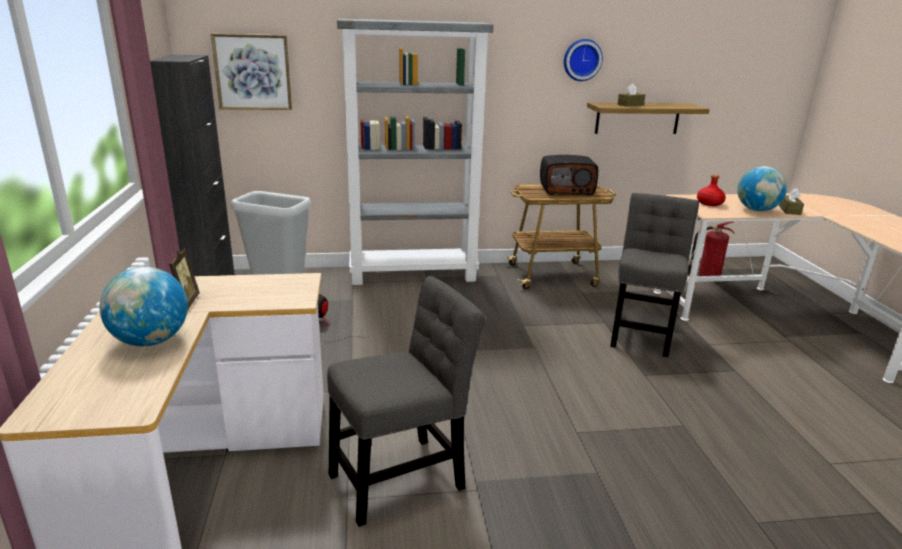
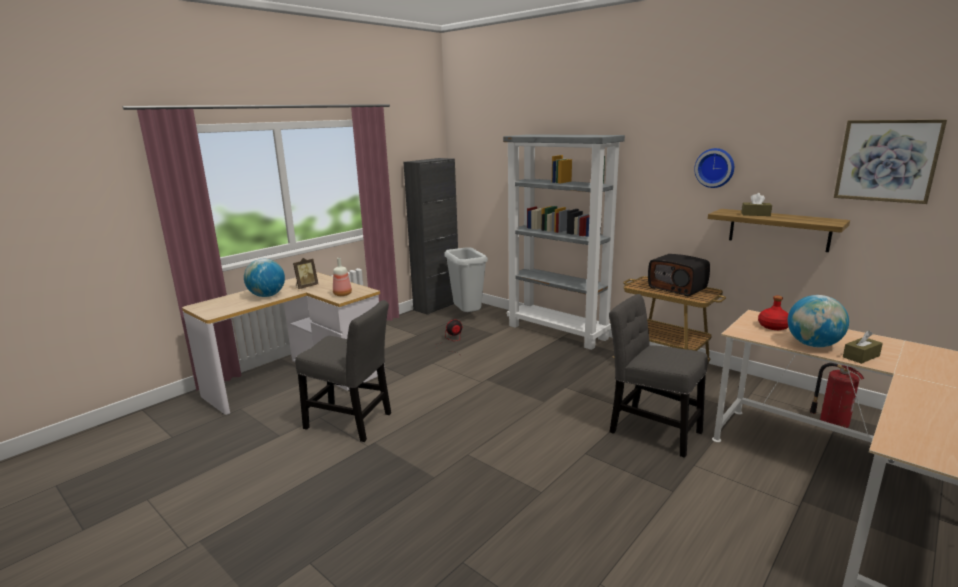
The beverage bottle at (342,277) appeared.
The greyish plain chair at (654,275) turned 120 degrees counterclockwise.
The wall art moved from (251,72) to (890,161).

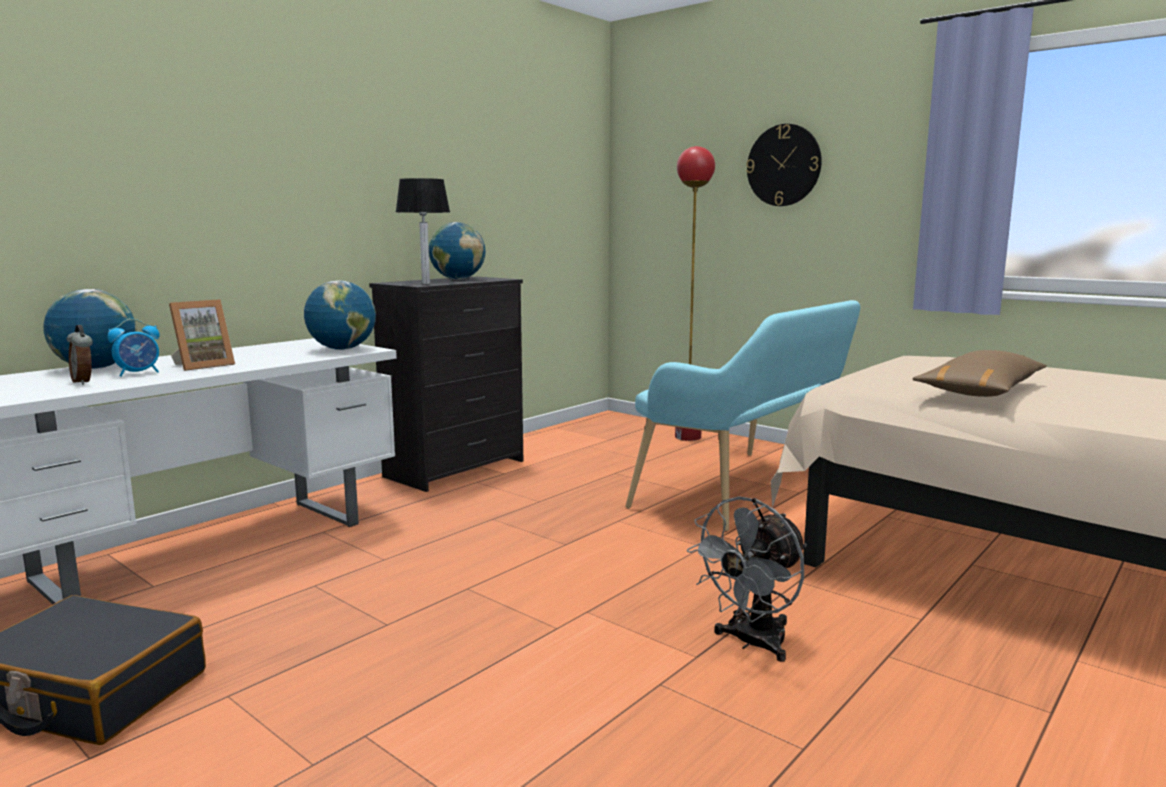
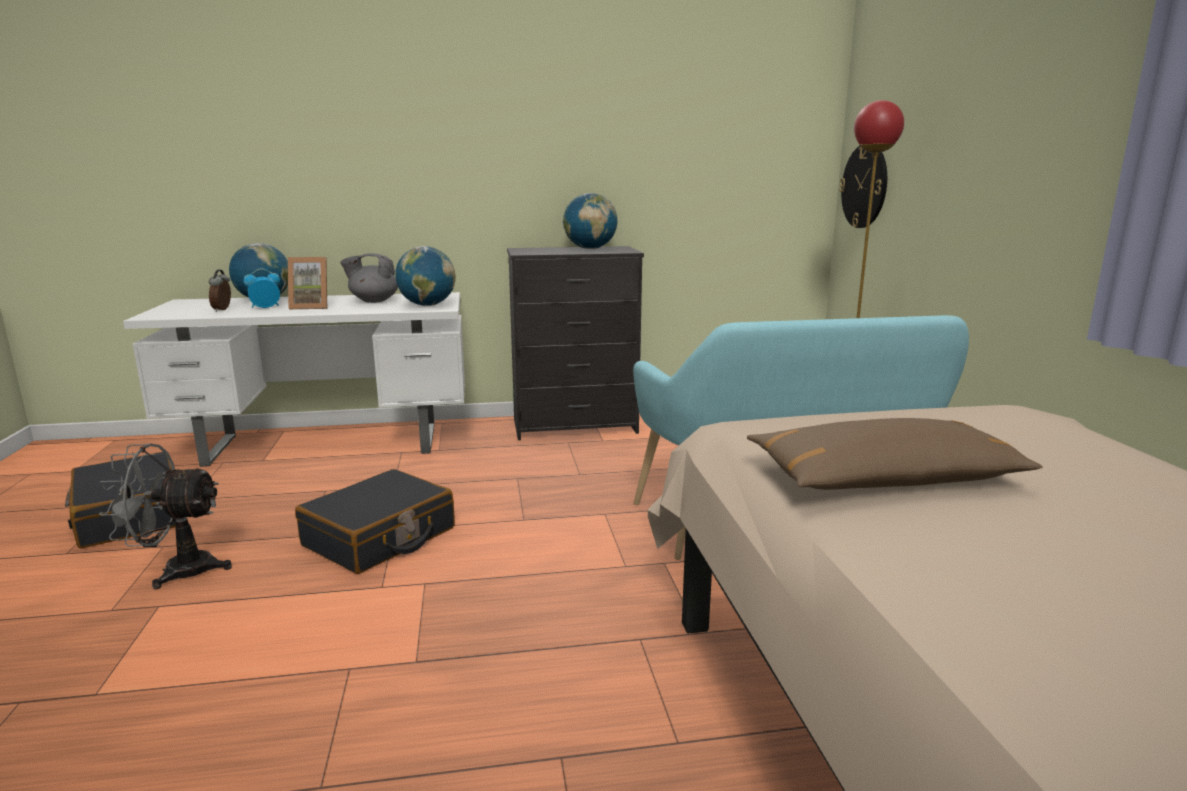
The greyish fan moved from (747,579) to (165,517).
The table clock at (134,348) turned 150 degrees clockwise.
The black travel case at (375,521) appeared.
The greyish teapot at (369,278) appeared.
The wall clock moved from (784,165) to (863,187).
The table lamp at (423,231) disappeared.

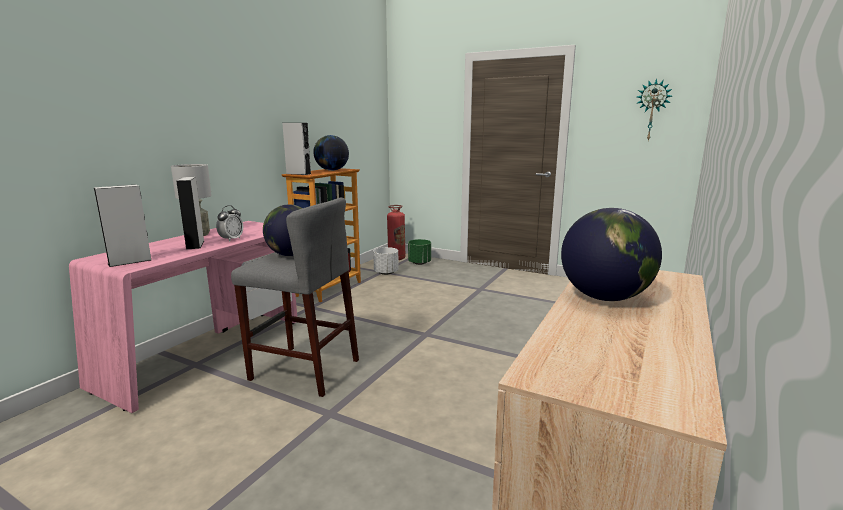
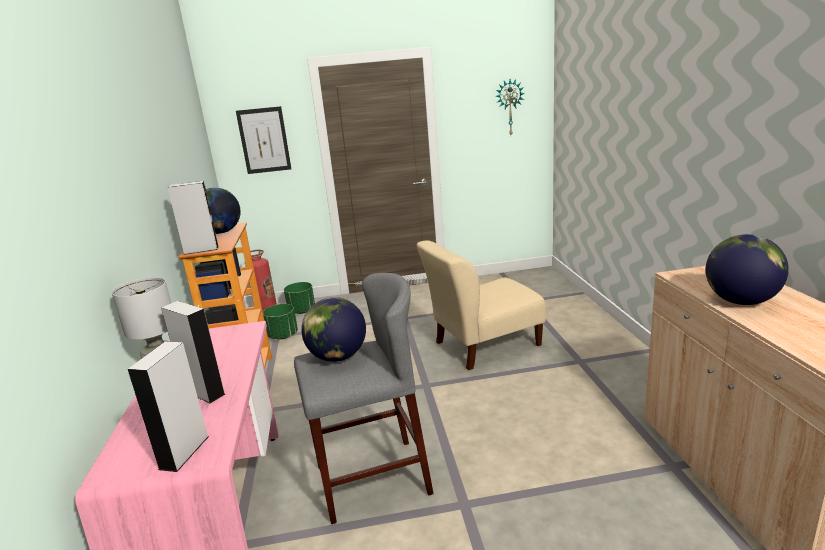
The wall art at (263,140) appeared.
The white-coloured planter at (386,261) became the green planter at (280,321).
The beige plain chair at (481,305) appeared.
The table clock at (229,223) disappeared.

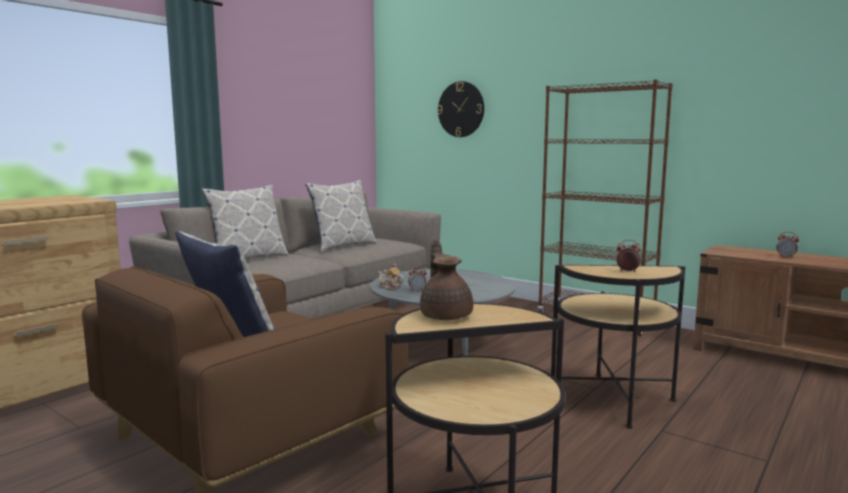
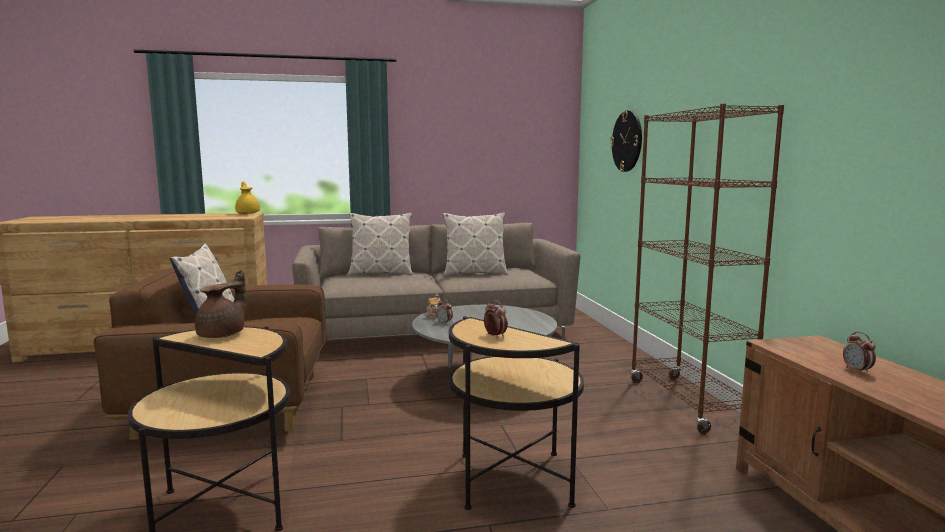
The yellow teapot at (247,197) appeared.

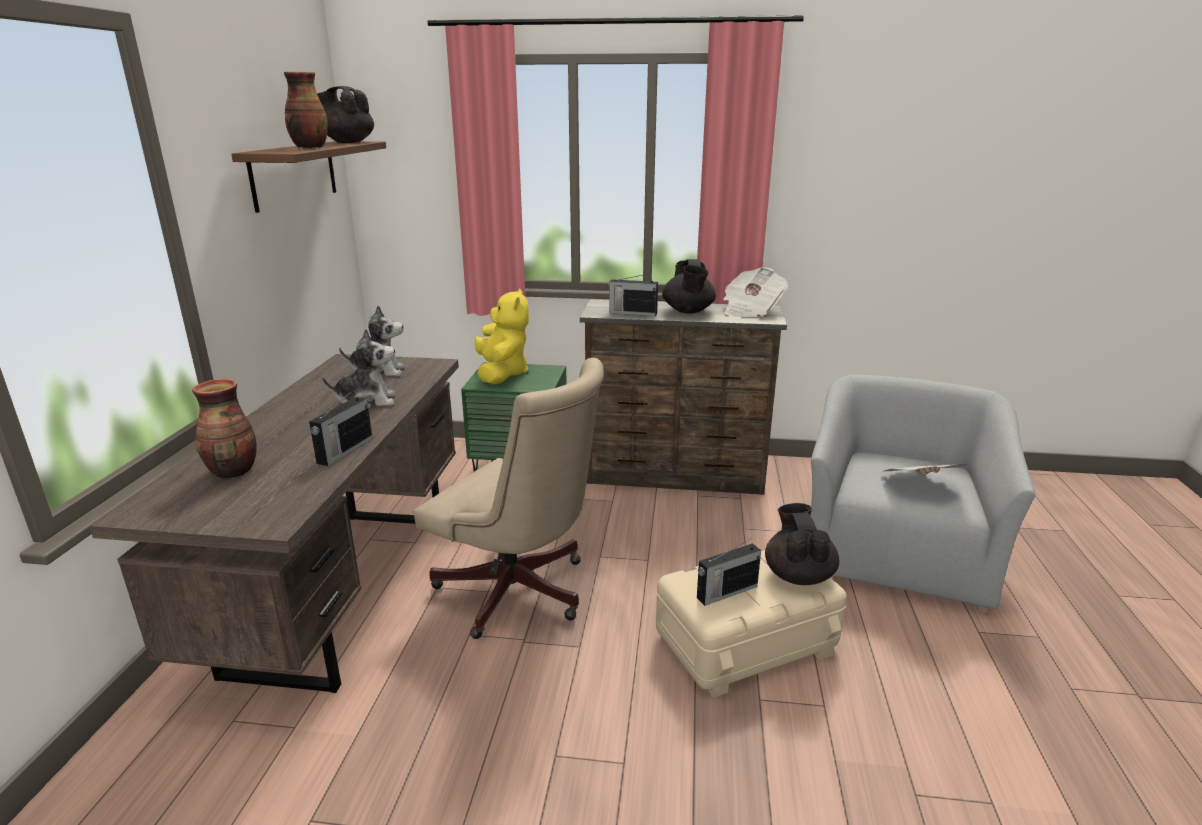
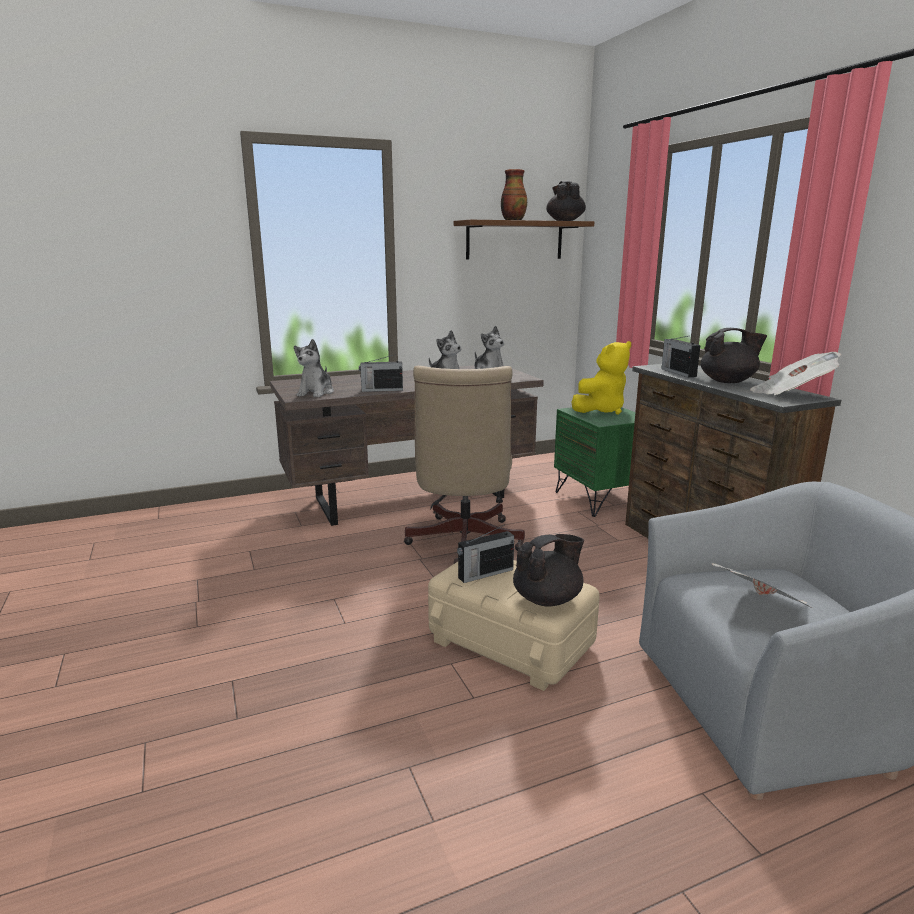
The soft toy at (314,368) appeared.
The radio at (729,572) turned 60 degrees counterclockwise.
The black teapot at (689,286) turned 150 degrees counterclockwise.
The vase at (224,428) disappeared.

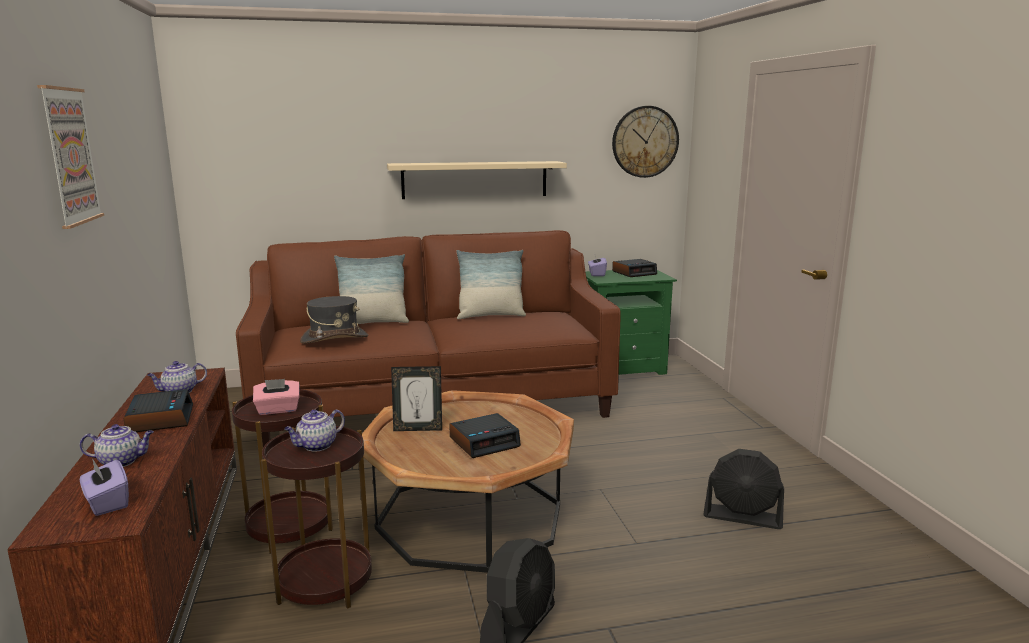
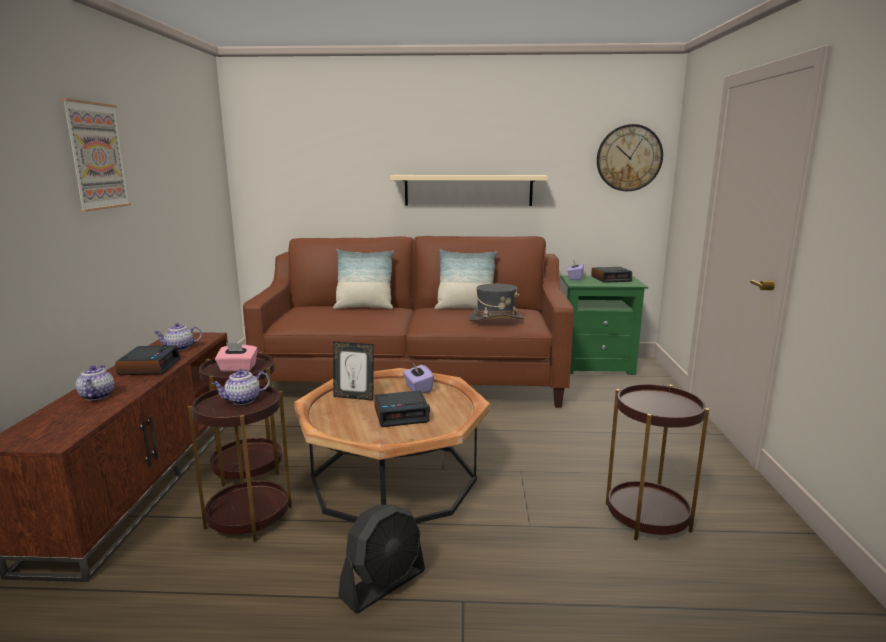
The teapot at (117,445) turned 105 degrees counterclockwise.
The purple box of tissues moved from (104,487) to (418,378).
The greyish wearable hat moved from (334,320) to (496,302).
The black fan at (743,489) was replaced by the brown-coloured accent table at (657,462).

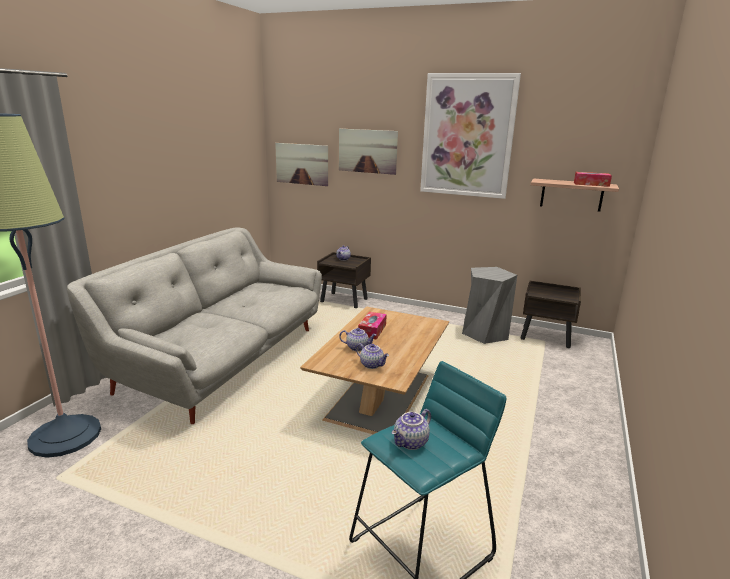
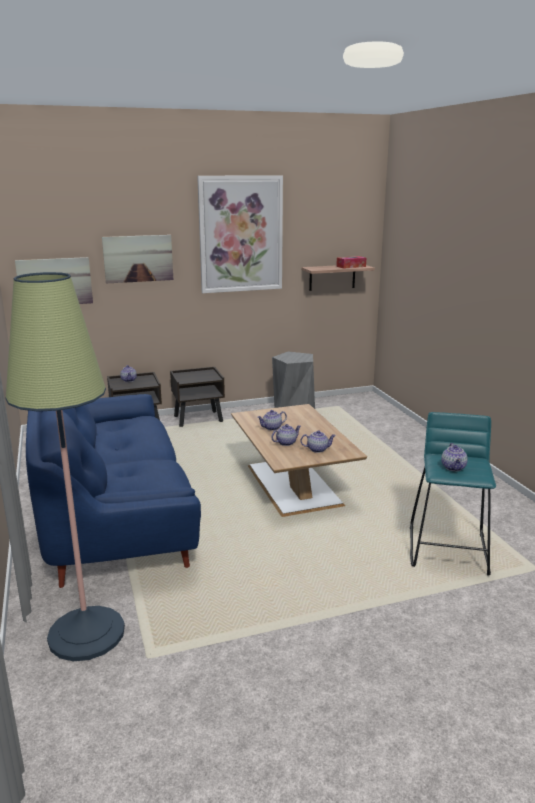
The greyish settee at (194,325) became the bluish settee at (113,491).
The brown-coloured bedside table moved from (550,314) to (197,397).
The box of tissues at (372,326) was replaced by the teapot at (272,420).

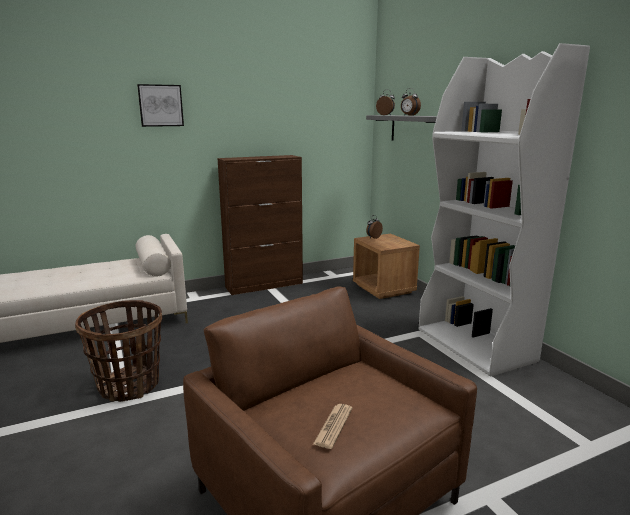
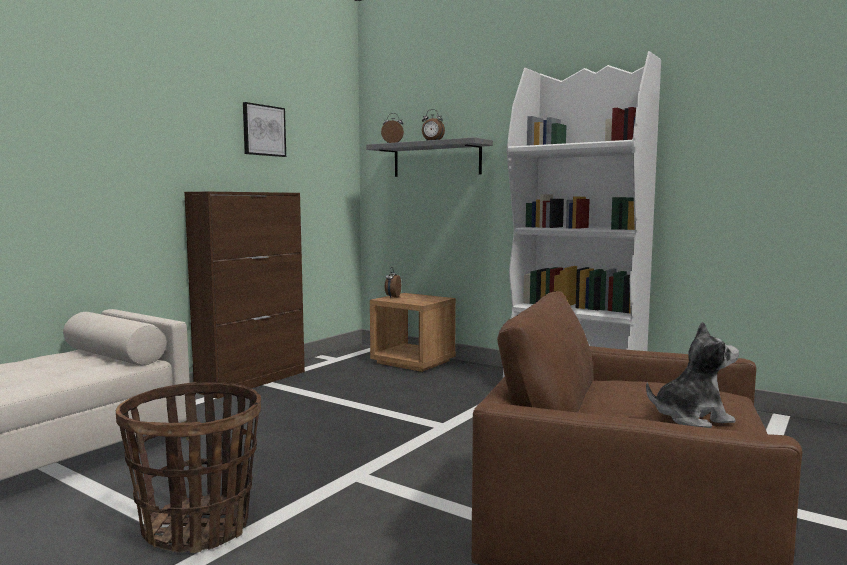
The wall art moved from (160,105) to (264,129).
The daily paper at (333,426) was replaced by the soft toy at (692,374).

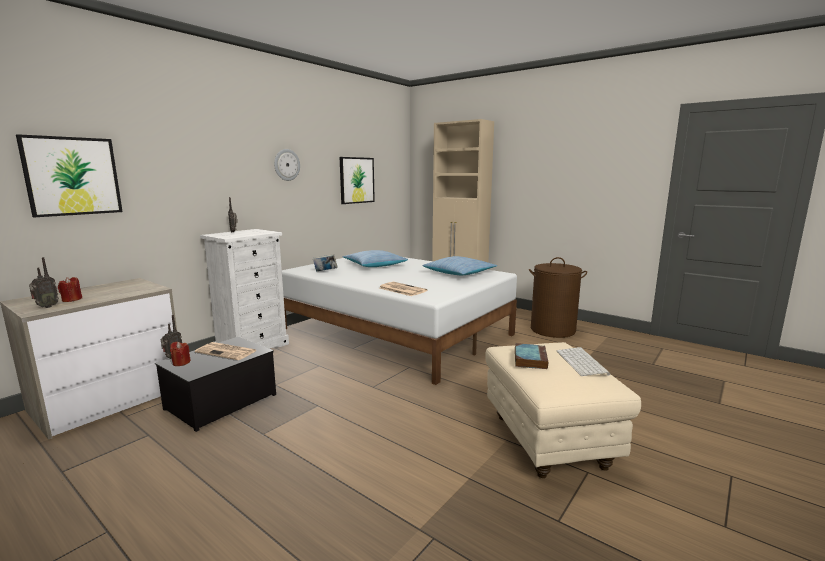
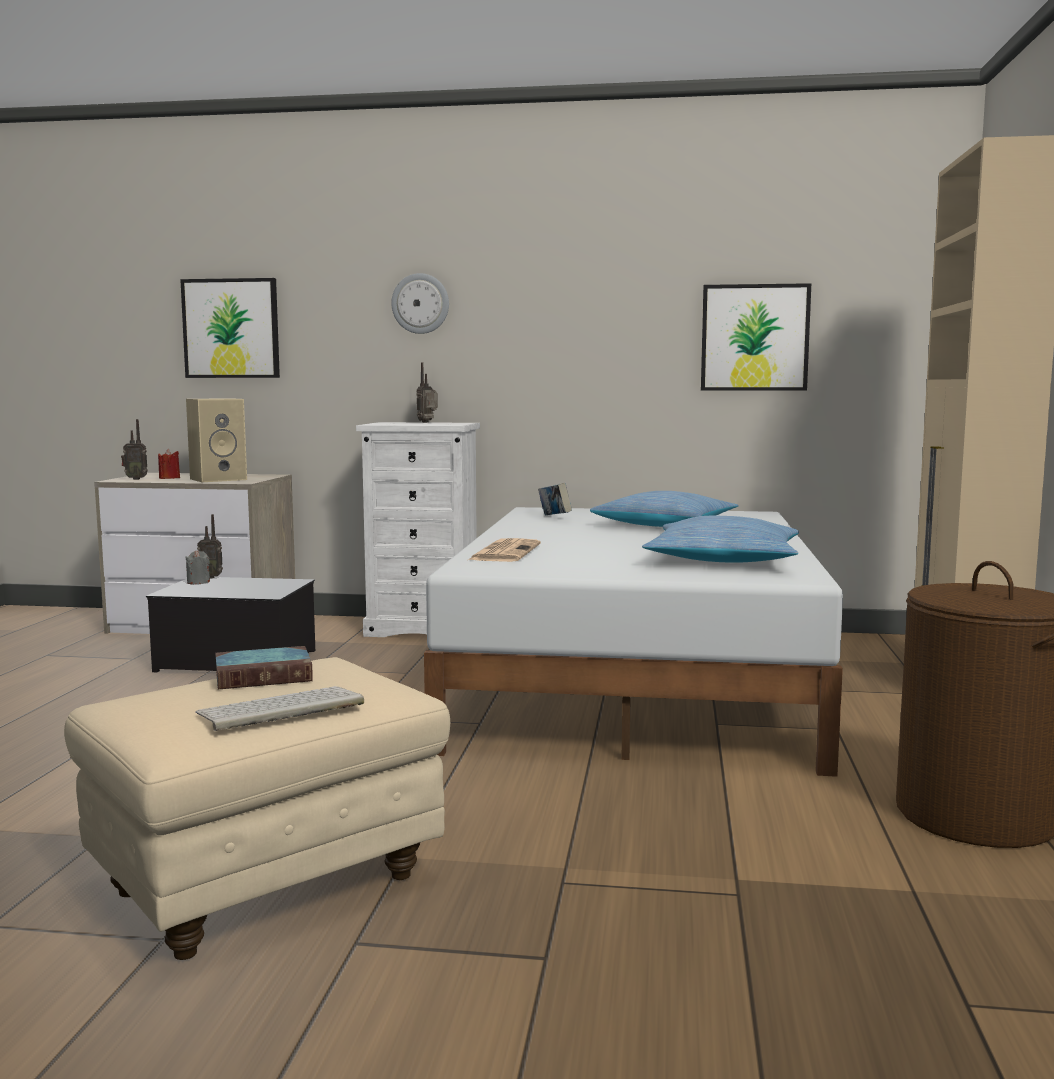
The red wax light at (180,354) became the greyish wax light at (197,567).
The beige loudspeaker at (216,440) appeared.
The wall clock moved from (287,165) to (420,303).
The daily paper at (226,351) disappeared.

